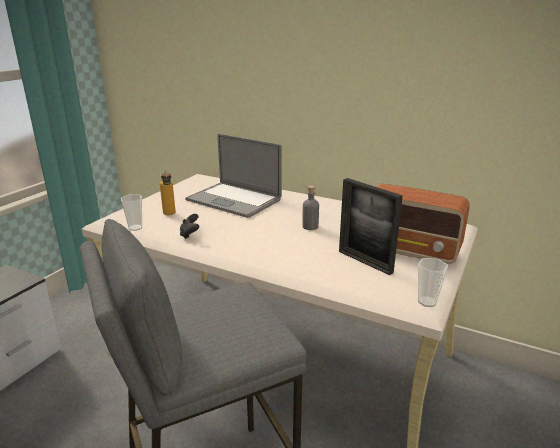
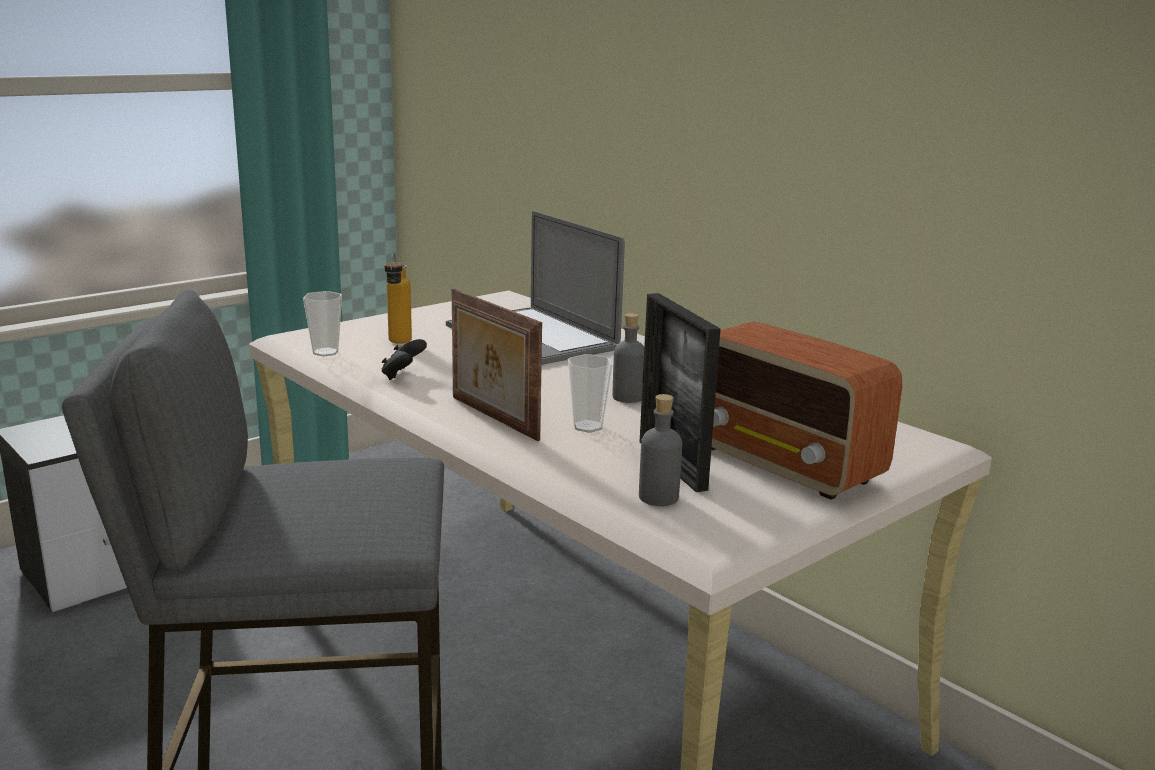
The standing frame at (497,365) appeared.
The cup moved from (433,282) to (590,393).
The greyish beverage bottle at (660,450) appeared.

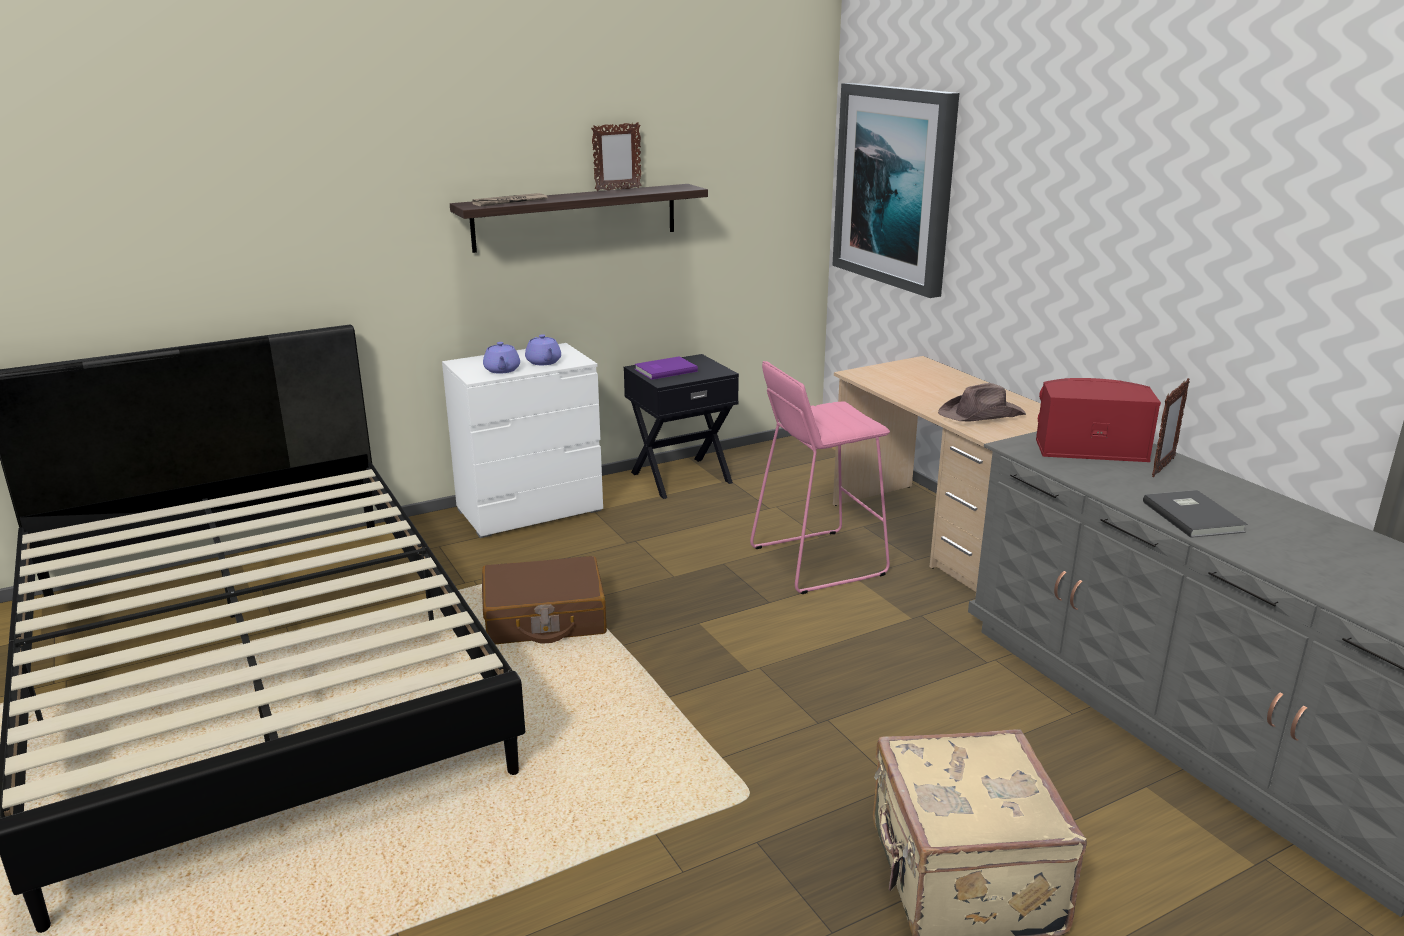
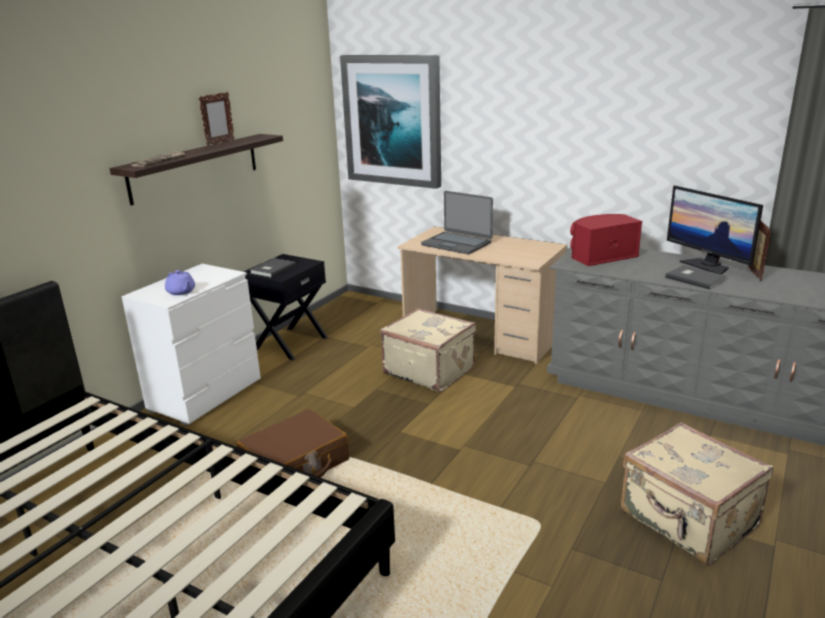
The purple volume at (666,368) became the greyish volume at (272,267).
The pink-coloured stool at (820,477) was replaced by the beige travel case at (428,350).
The laptop at (457,223) appeared.
The computer display at (715,229) appeared.
The standing frame moved from (1171,427) to (759,250).
The purple teapot at (543,349) disappeared.
The brown-coloured wearable hat at (982,402) disappeared.

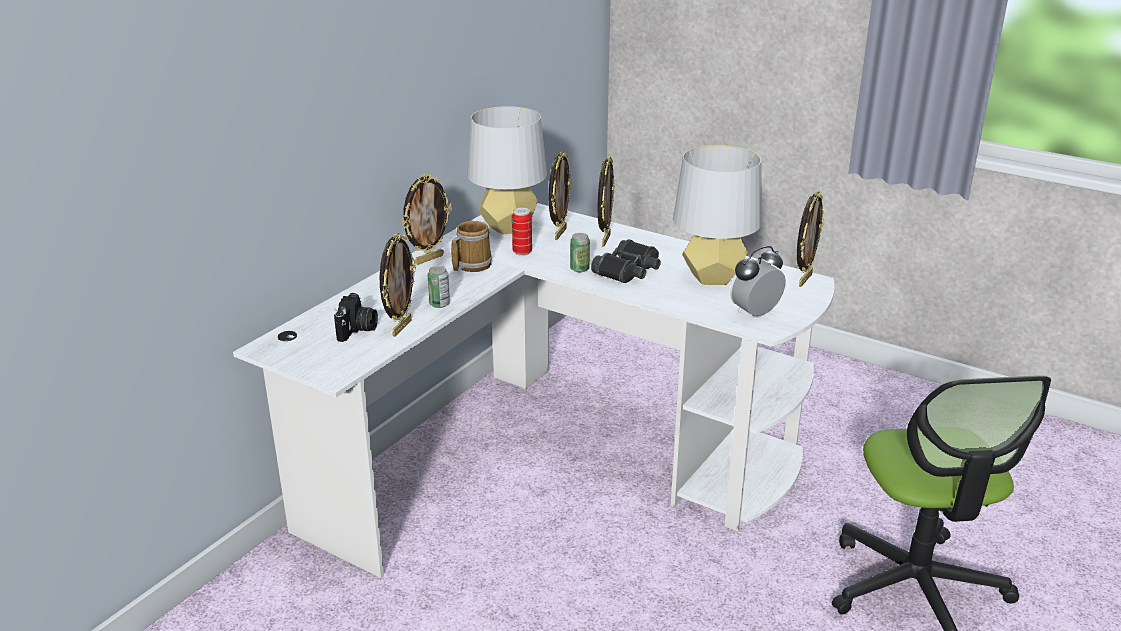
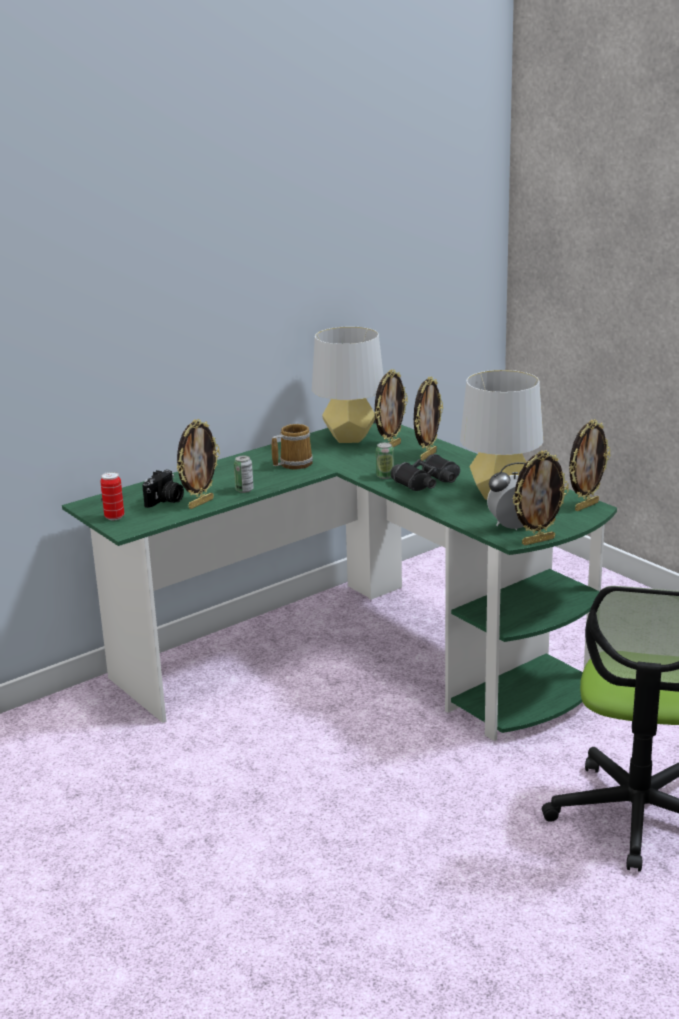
The white-coloured desk unit at (534,390) became the green desk unit at (339,581).
The sealed can moved from (522,232) to (112,496).
The standing frame moved from (427,219) to (540,498).

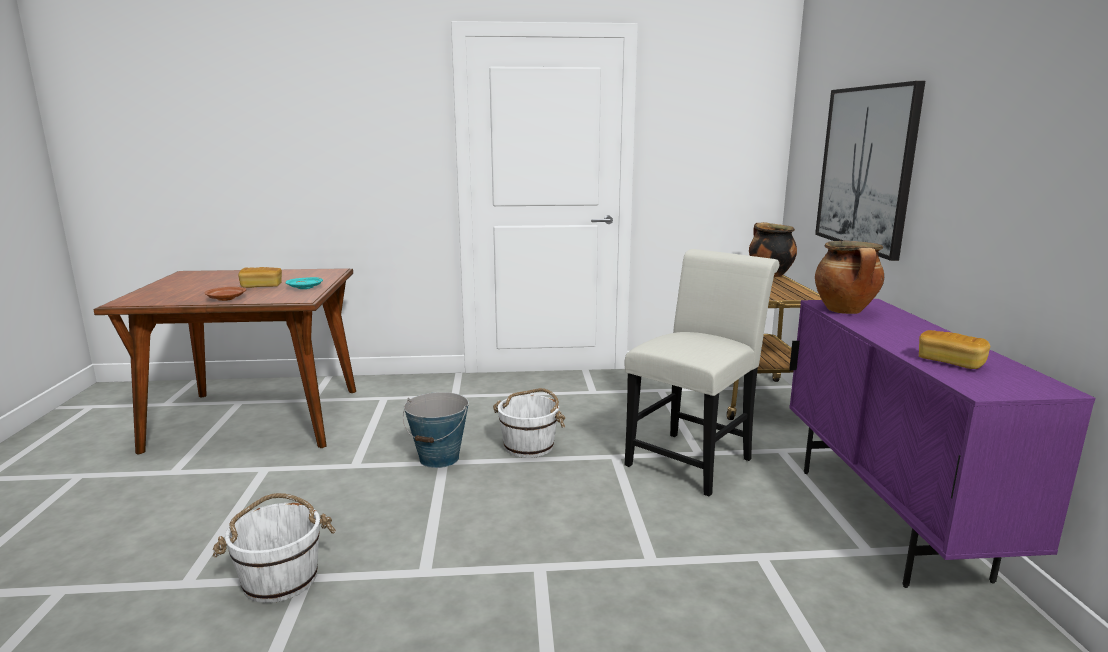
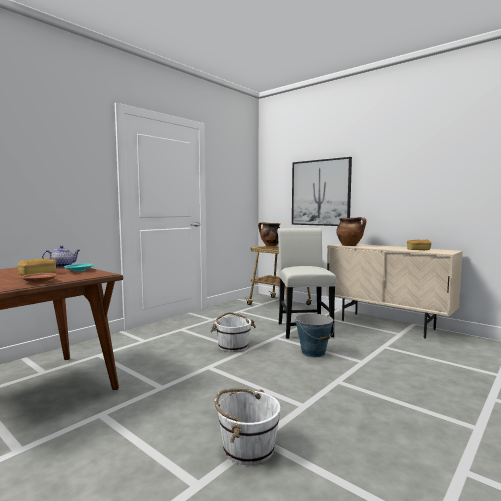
The teapot at (61,256) appeared.
The water bucket moved from (436,430) to (314,335).
The purple cupboard at (942,443) became the beige cupboard at (394,291).

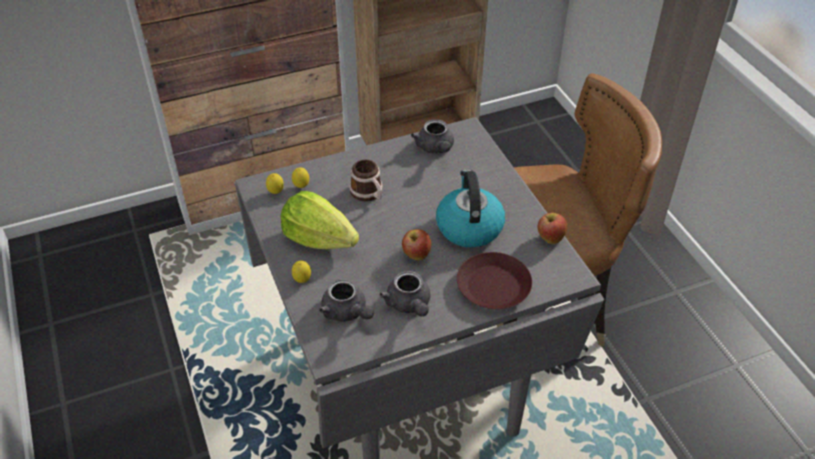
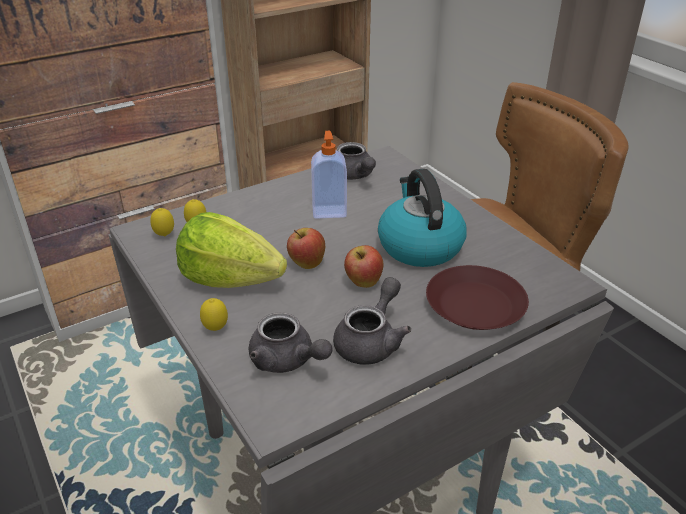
The apple moved from (552,228) to (306,248).
The soap bottle at (329,175) appeared.
The greyish teapot at (404,294) turned 120 degrees counterclockwise.
The mug at (366,181) disappeared.

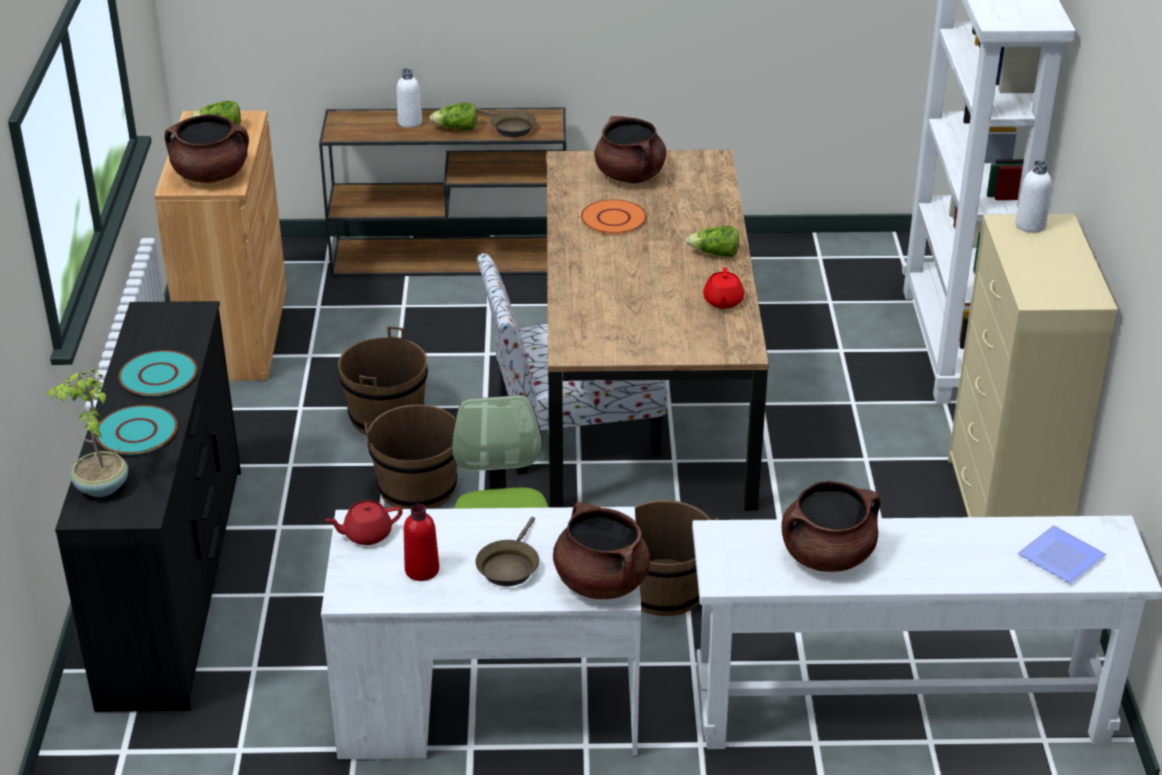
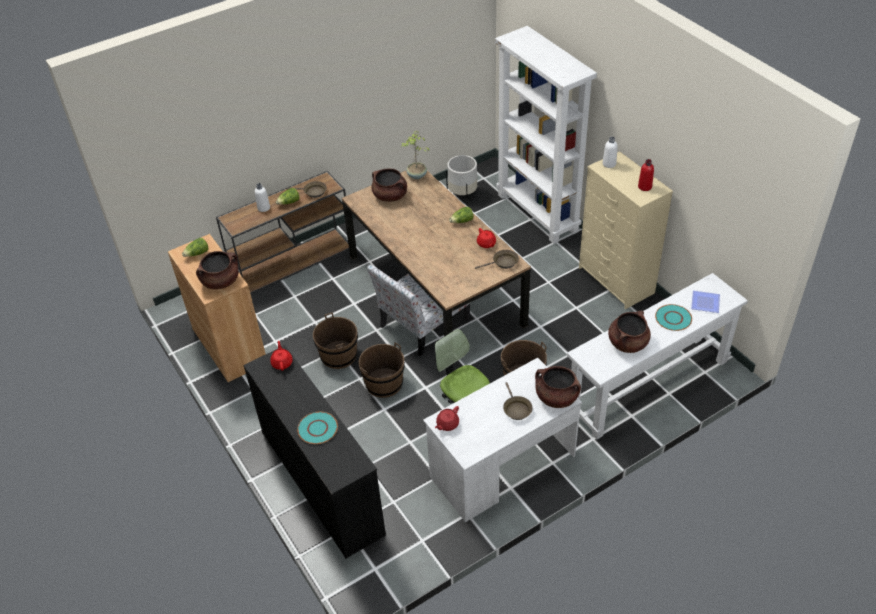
The red teapot at (281,356) appeared.
The houseplant moved from (87,433) to (415,155).
The white-coloured planter at (461,180) appeared.
The brown-coloured frying pan at (497,259) appeared.
The red beverage bottle moved from (421,542) to (646,175).
The turquoise dinner plate moved from (158,373) to (673,317).
The orange dinner plate at (614,216) disappeared.

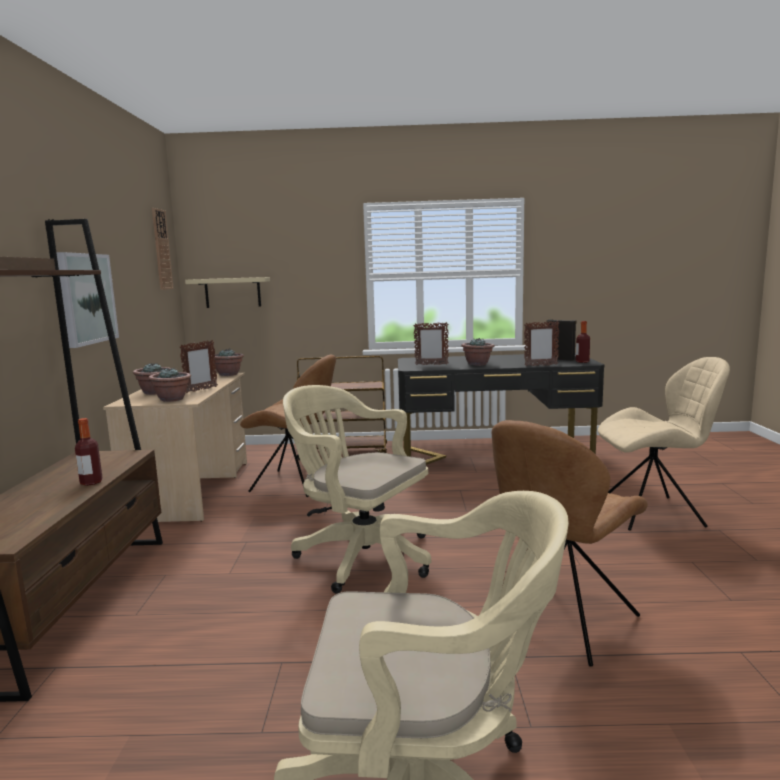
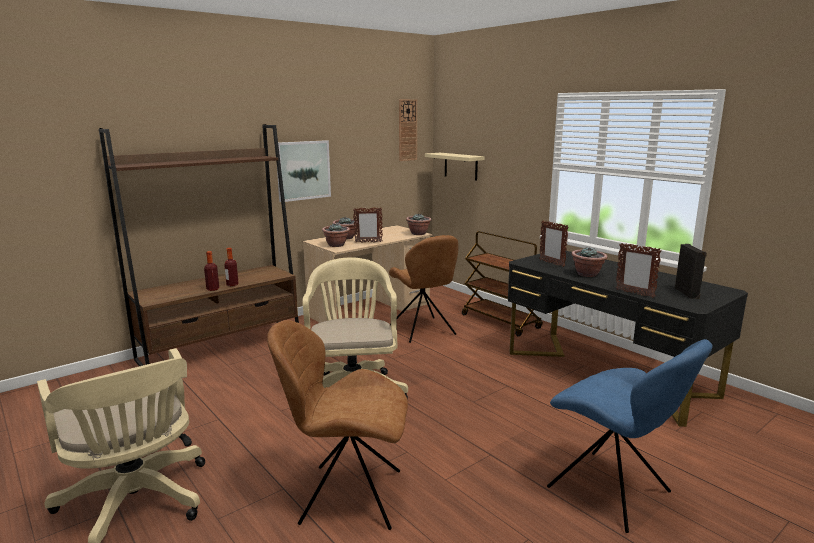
The beverage bottle moved from (583,342) to (211,271).
The beige plain chair at (664,444) became the bluish plain chair at (629,436).

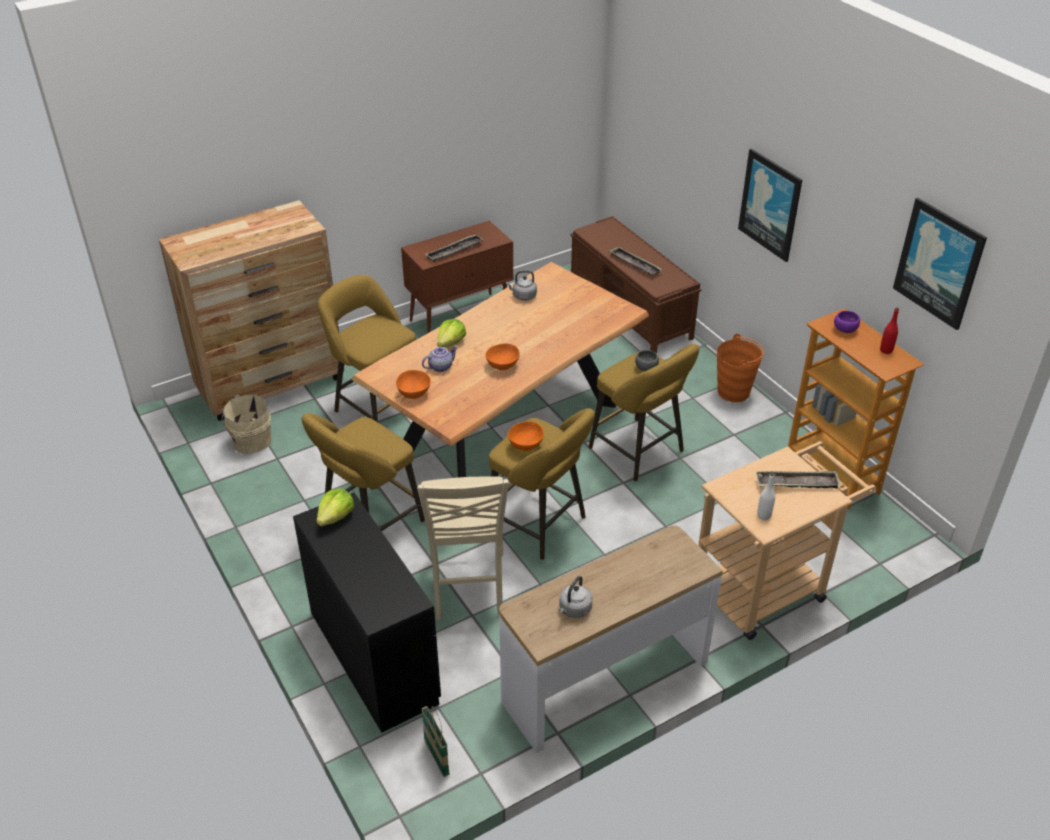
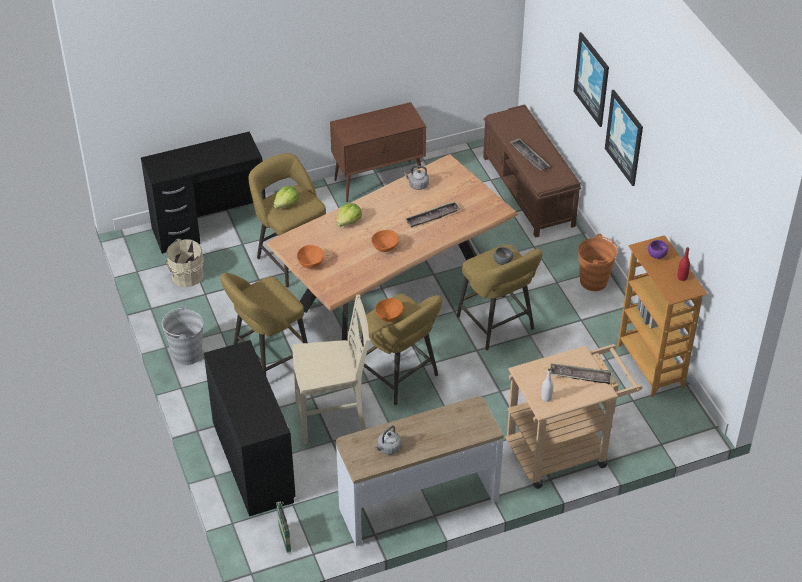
The brown-coloured drawer chest at (251,310) was replaced by the black desk unit at (204,193).
The greyish water bucket at (182,335) appeared.
The lettuce head moved from (335,507) to (286,197).
The beige plain chair at (463,548) turned 105 degrees counterclockwise.
The serving tray moved from (454,248) to (433,214).
The wall art moved from (940,264) to (591,79).
The teapot at (440,359) disappeared.

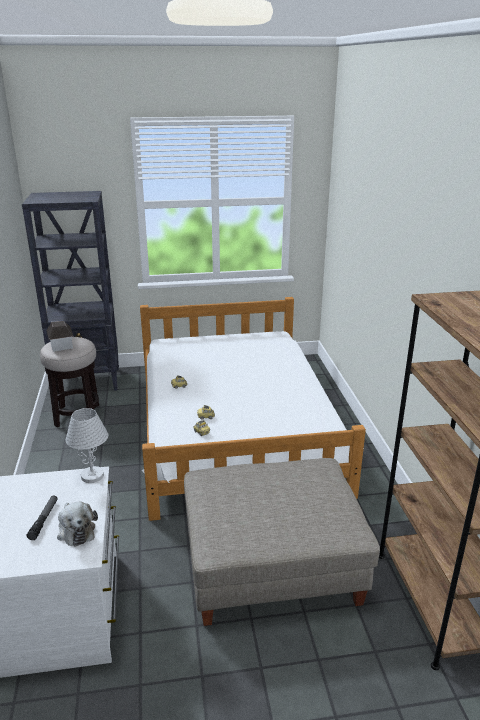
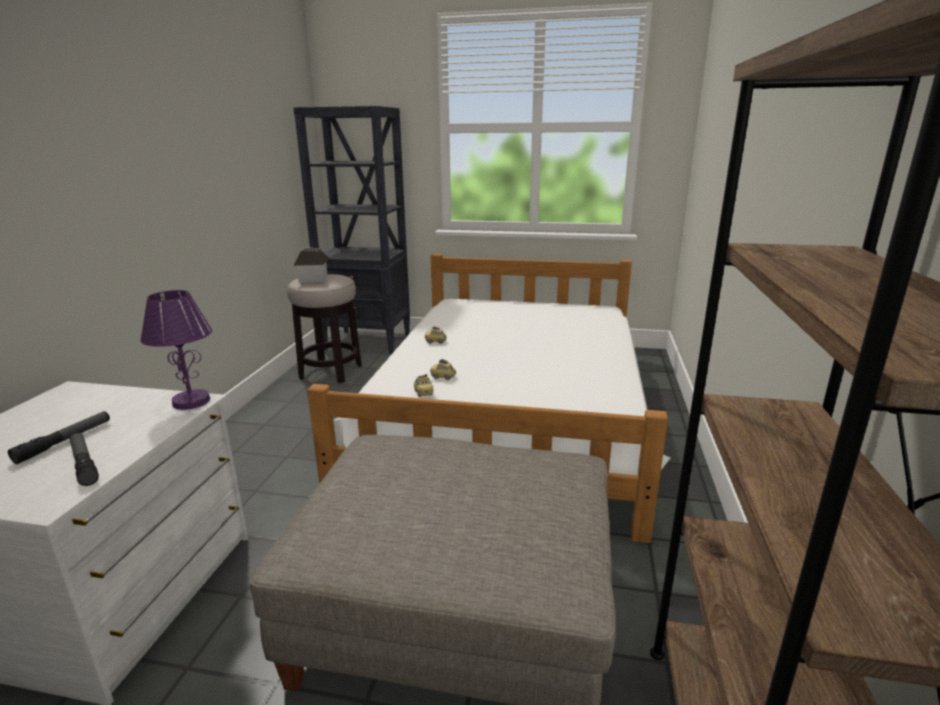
The soft toy at (77,524) was replaced by the flashlight at (84,459).
The white-coloured table lamp at (87,445) became the purple table lamp at (176,350).

